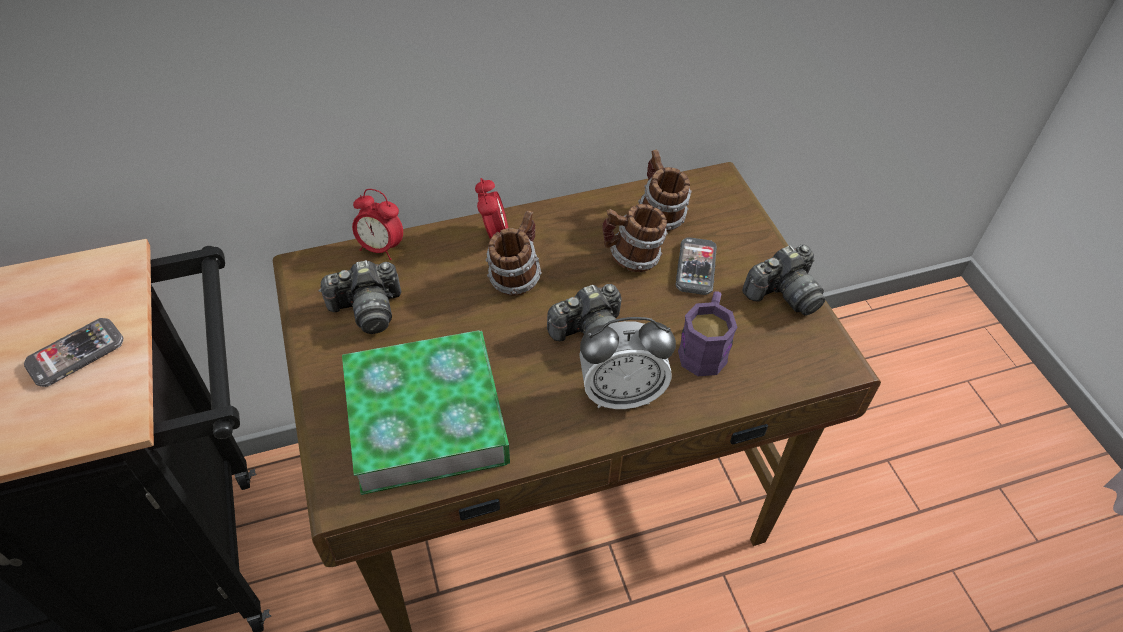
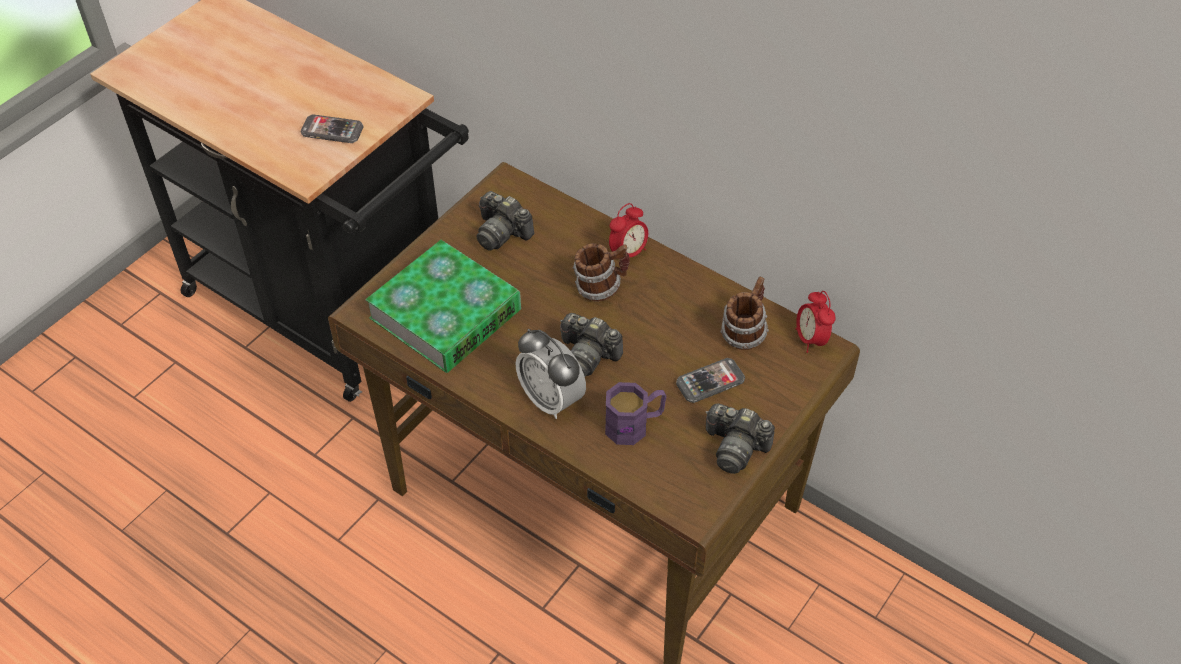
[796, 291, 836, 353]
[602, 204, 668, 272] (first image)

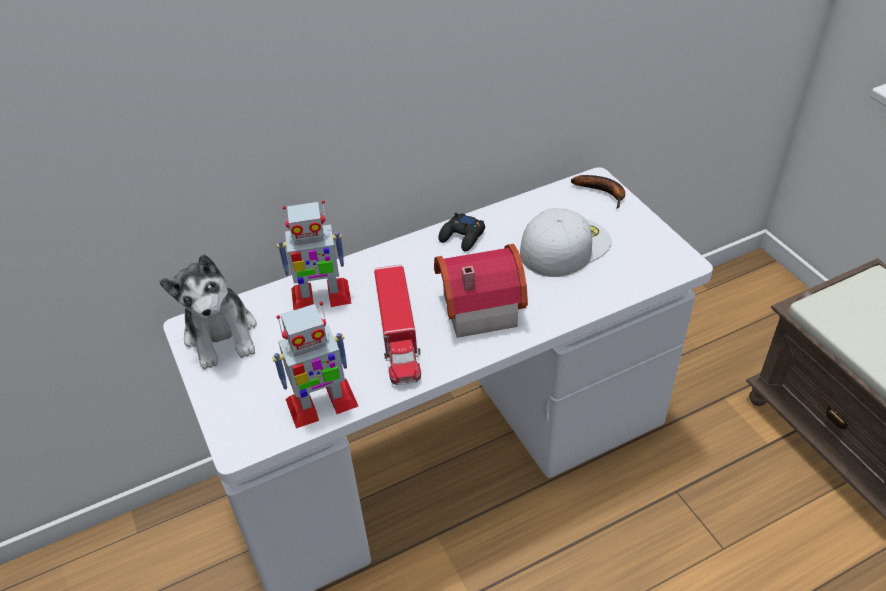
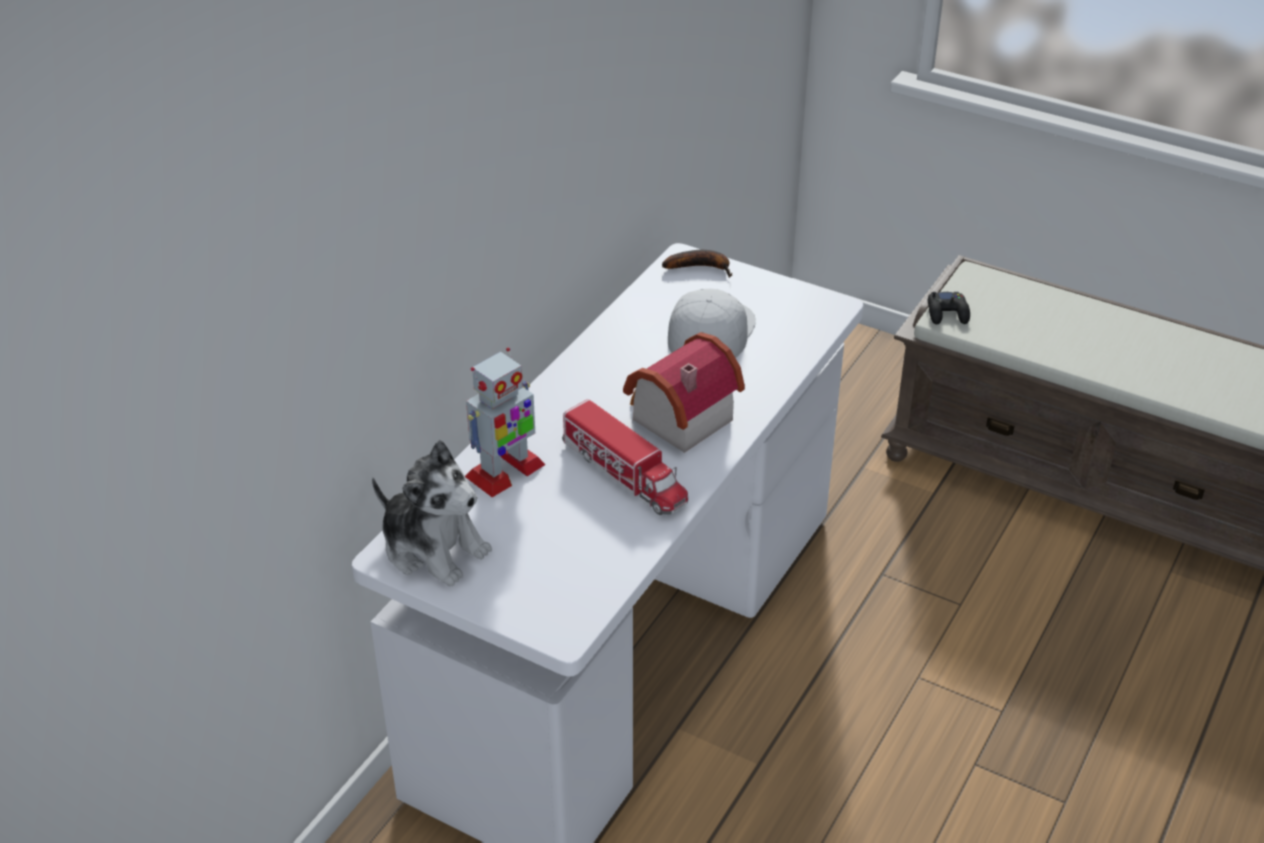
[928, 292, 970, 325]
[272, 302, 359, 428] (first image)

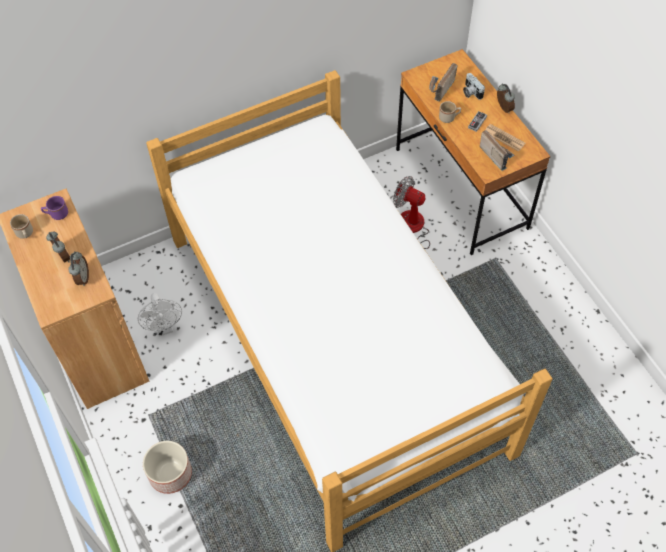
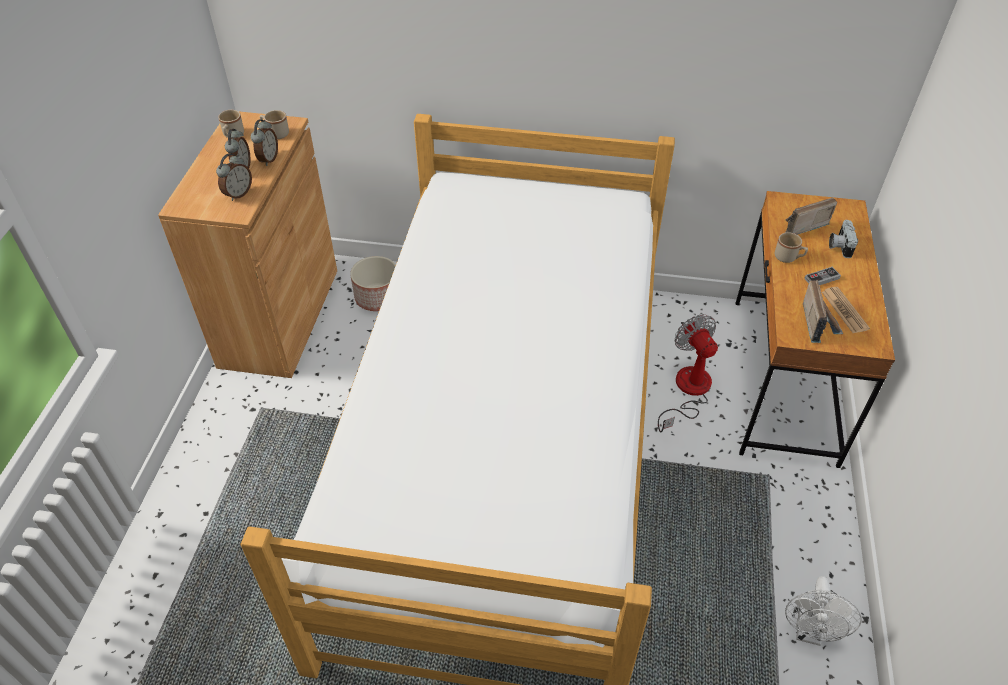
[251, 120, 278, 166]
[260, 110, 289, 139]
[350, 256, 396, 311]
[785, 576, 862, 646]

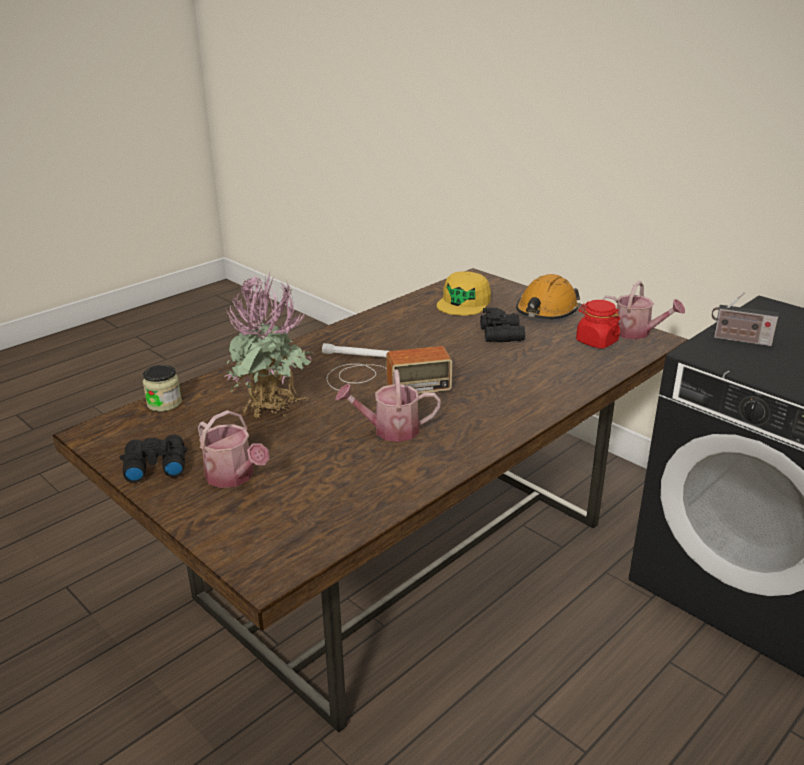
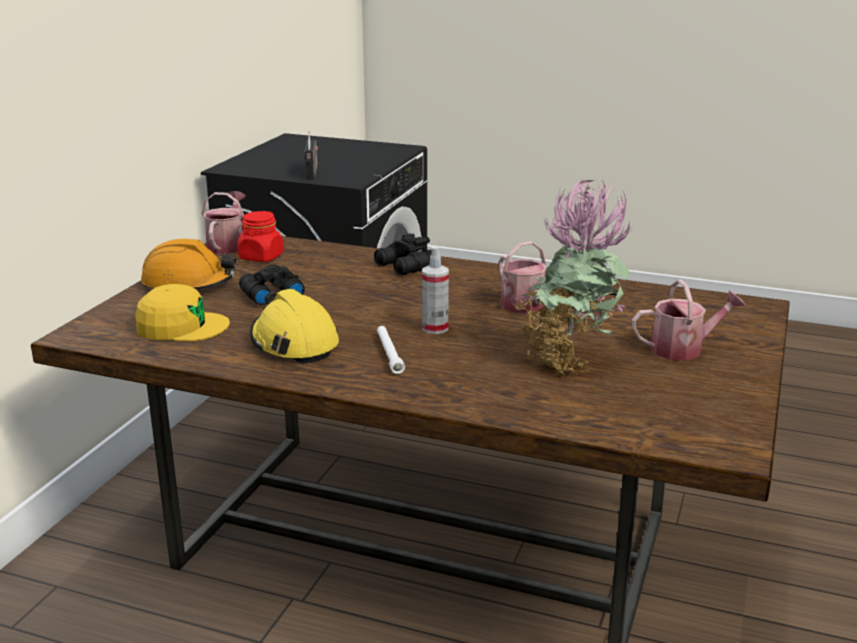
[250, 289, 339, 364]
[374, 233, 431, 275]
[422, 246, 449, 334]
[632, 279, 746, 361]
[143, 365, 182, 412] (first image)

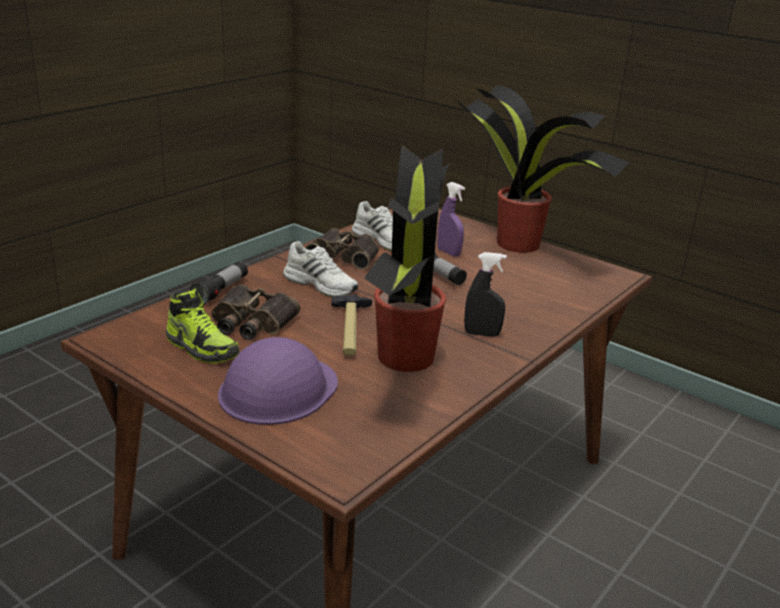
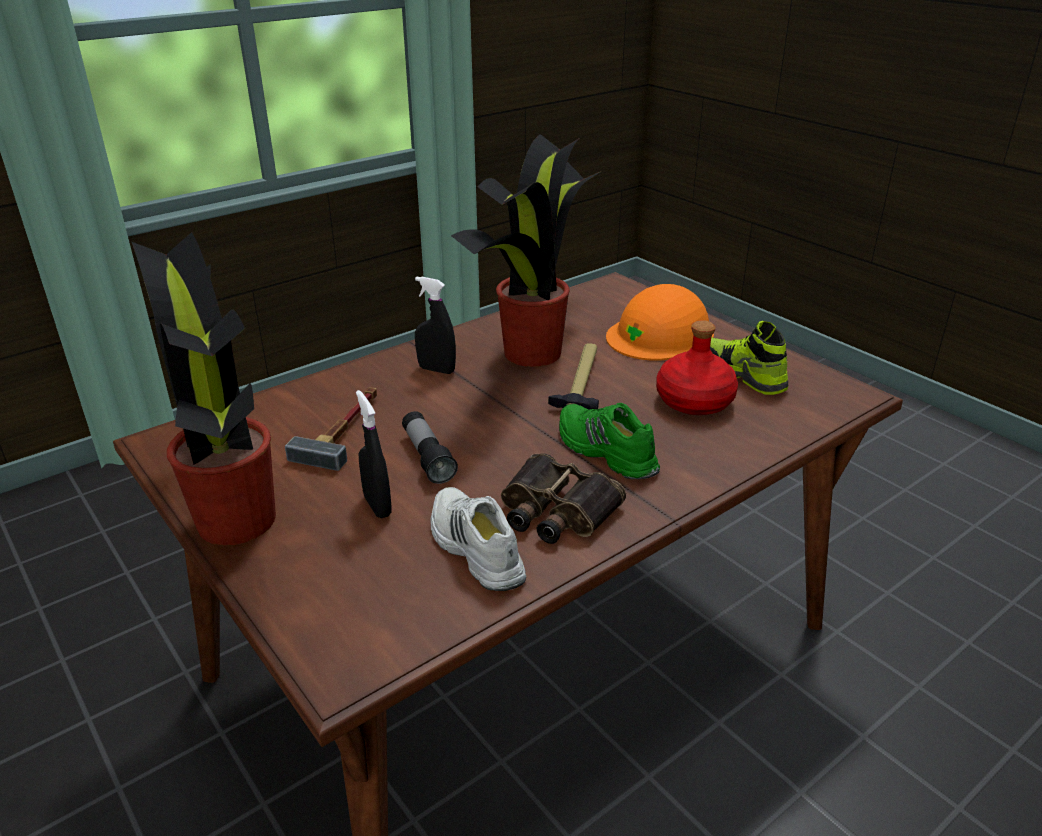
[285, 387, 377, 471]
[356, 390, 392, 518]
[559, 403, 660, 479]
[606, 284, 714, 361]
[656, 320, 738, 415]
[190, 261, 248, 305] (first image)

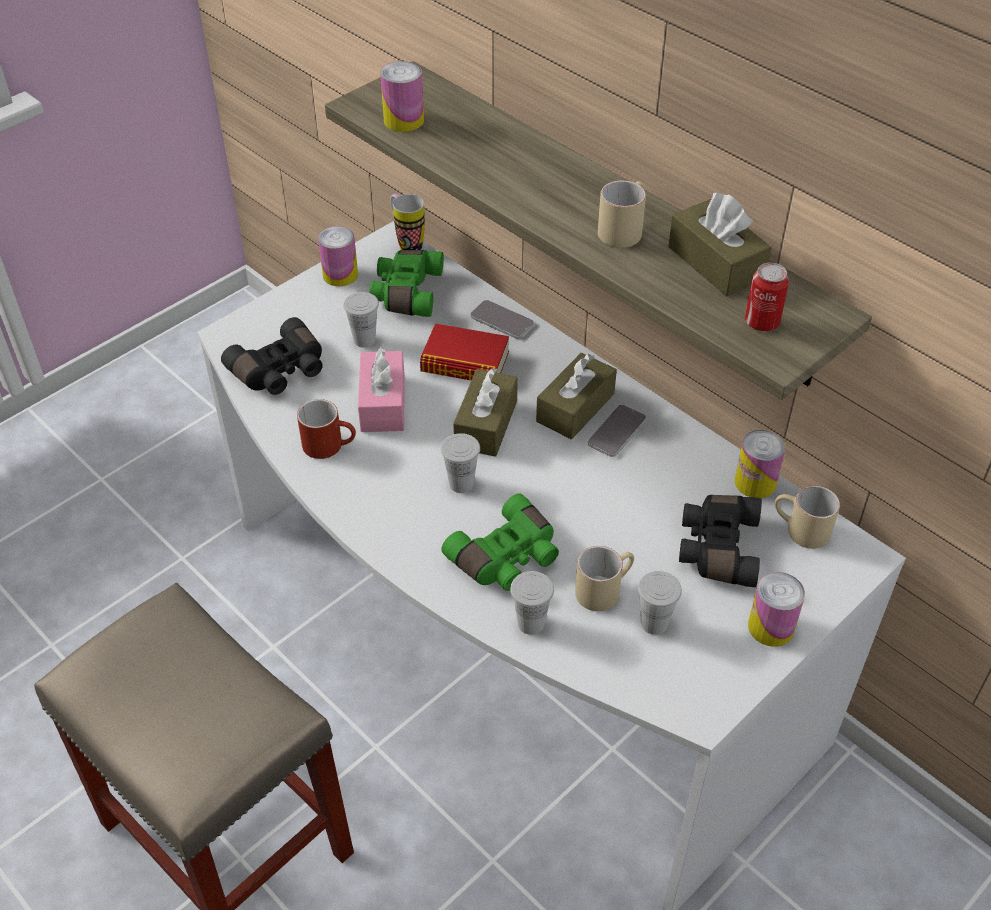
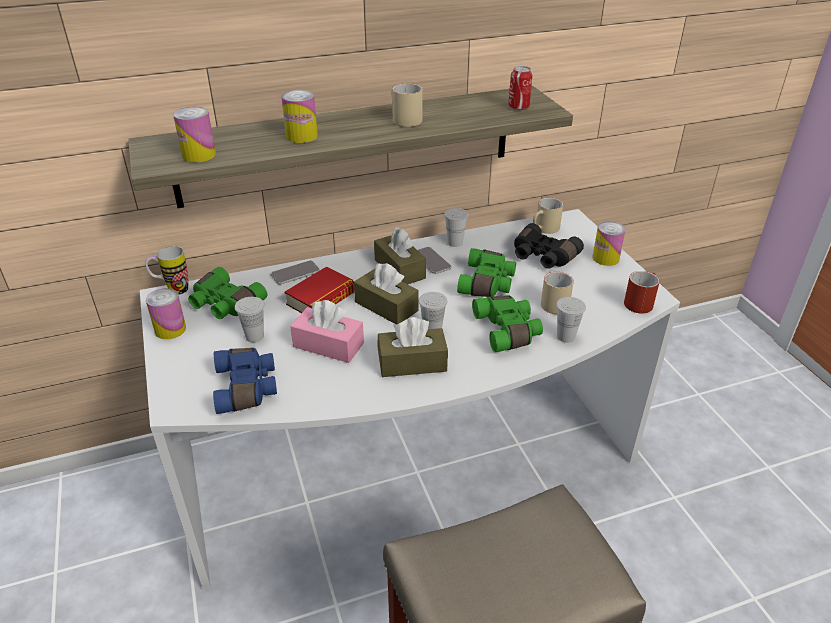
[213, 348, 277, 414]
[281, 90, 318, 143]
[378, 317, 448, 377]
[444, 208, 468, 247]
[457, 248, 516, 297]
[624, 271, 660, 313]

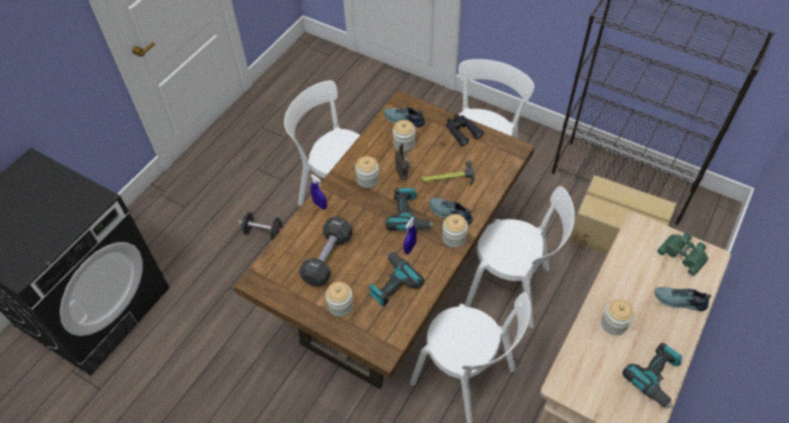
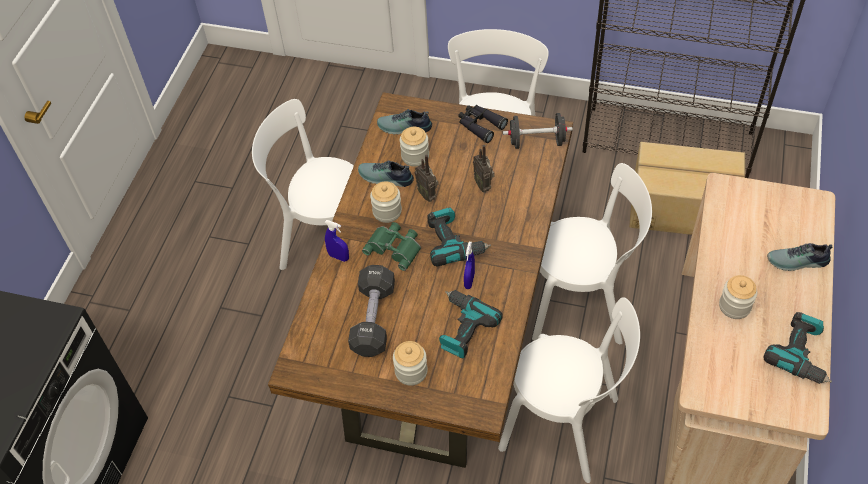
[358, 160, 414, 187]
[362, 222, 421, 271]
[473, 145, 494, 192]
[503, 113, 572, 149]
[442, 214, 468, 248] (first image)

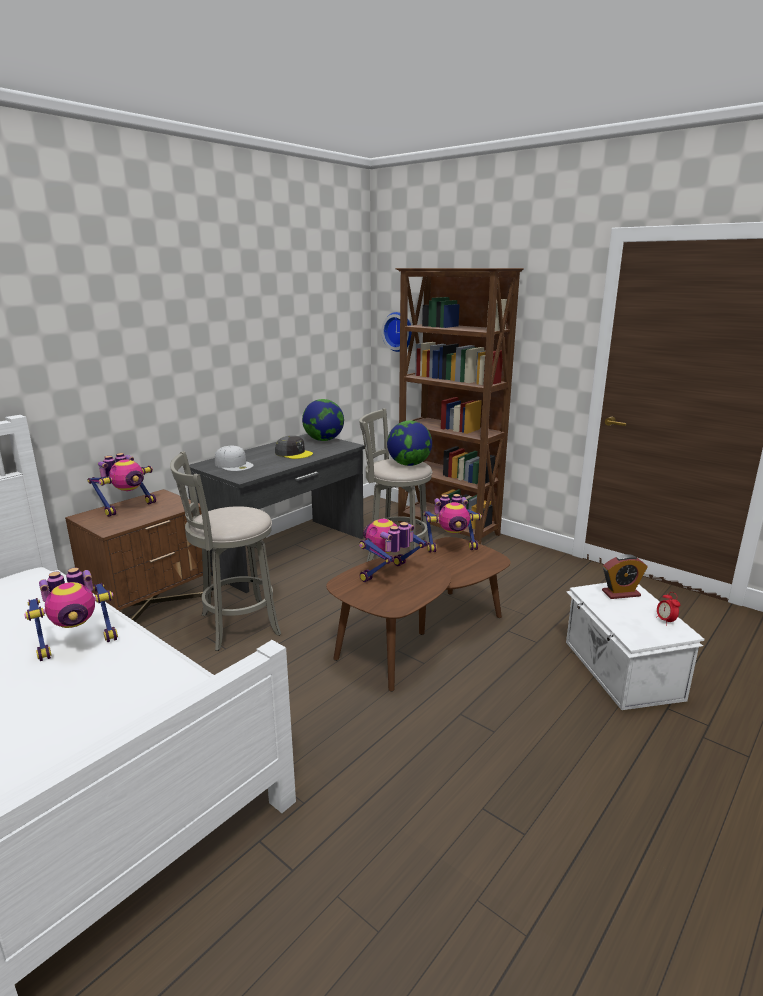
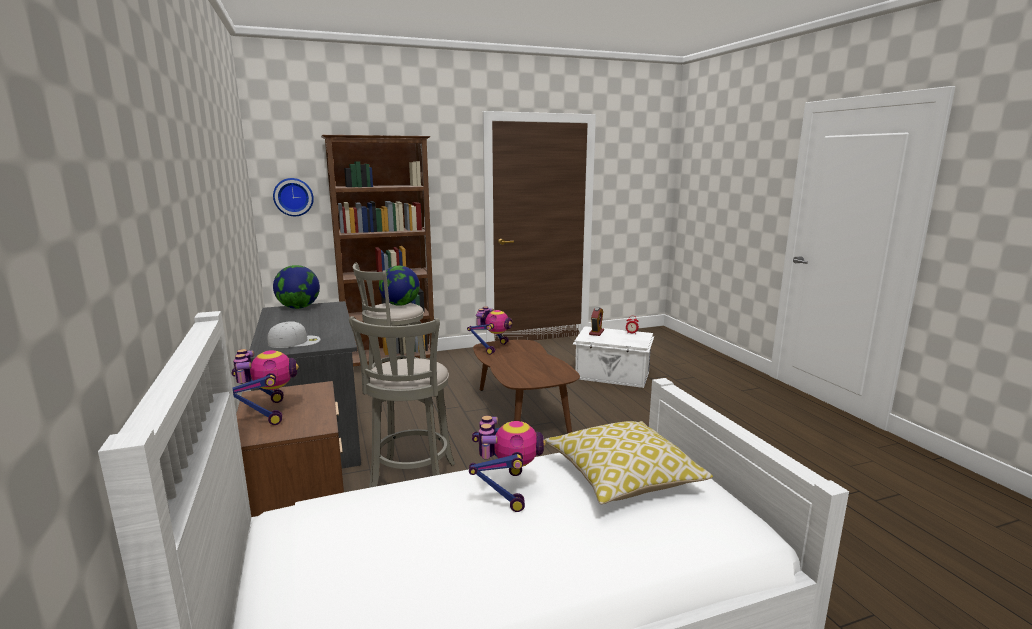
[544, 421, 713, 504]
[275, 436, 313, 459] (first image)
[359, 519, 428, 582] (first image)

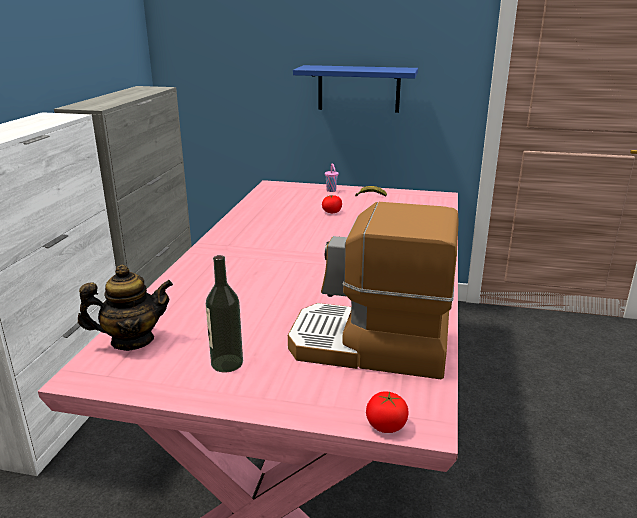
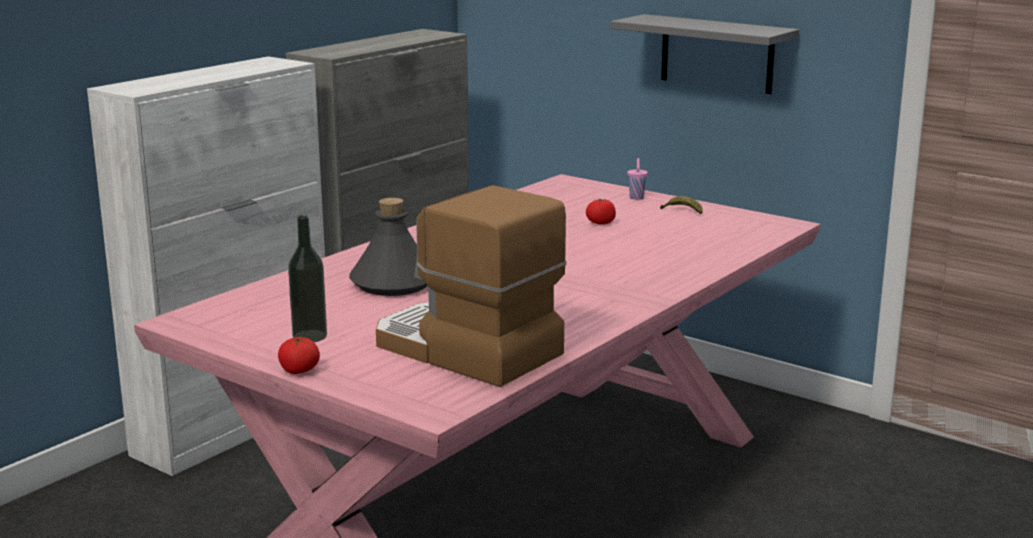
[278, 337, 320, 374]
[349, 198, 428, 296]
[611, 14, 799, 94]
[78, 264, 173, 351] (first image)

